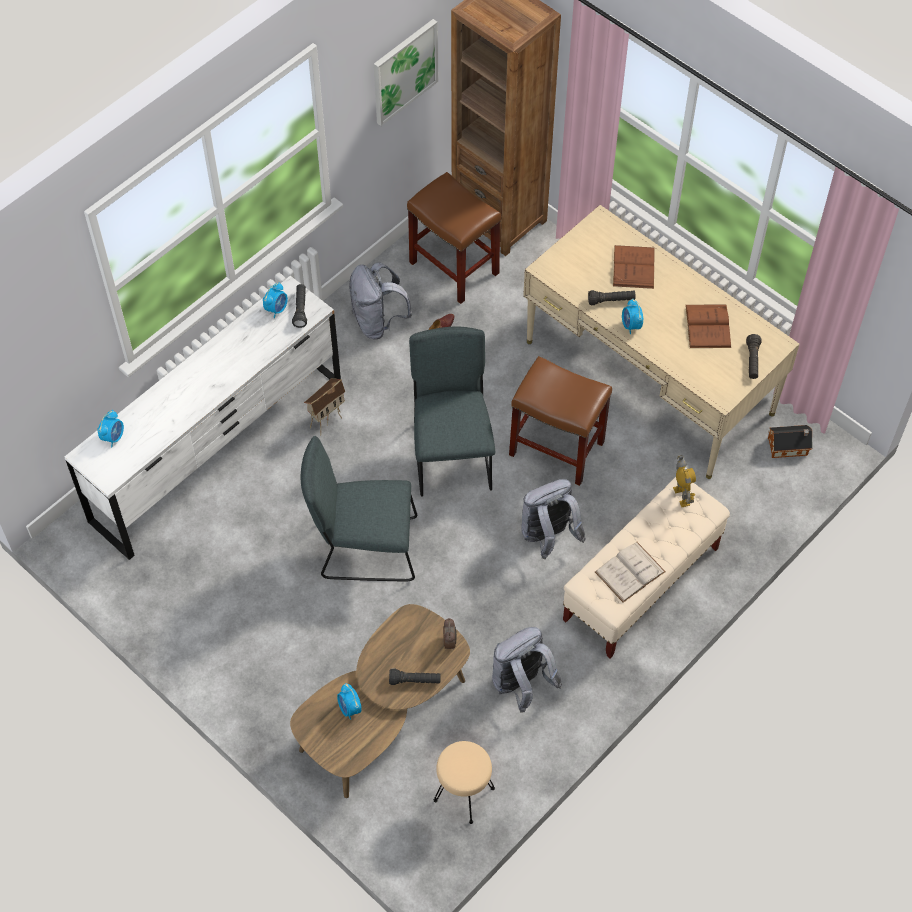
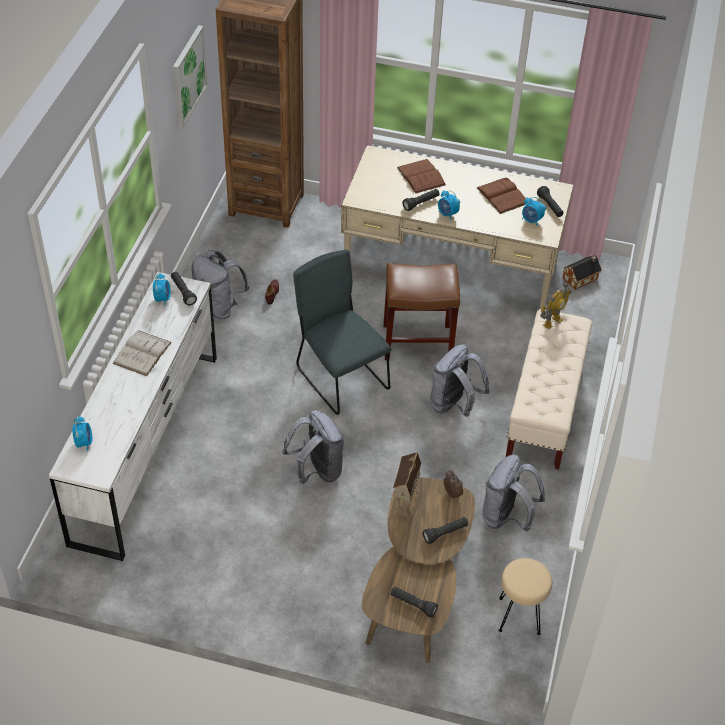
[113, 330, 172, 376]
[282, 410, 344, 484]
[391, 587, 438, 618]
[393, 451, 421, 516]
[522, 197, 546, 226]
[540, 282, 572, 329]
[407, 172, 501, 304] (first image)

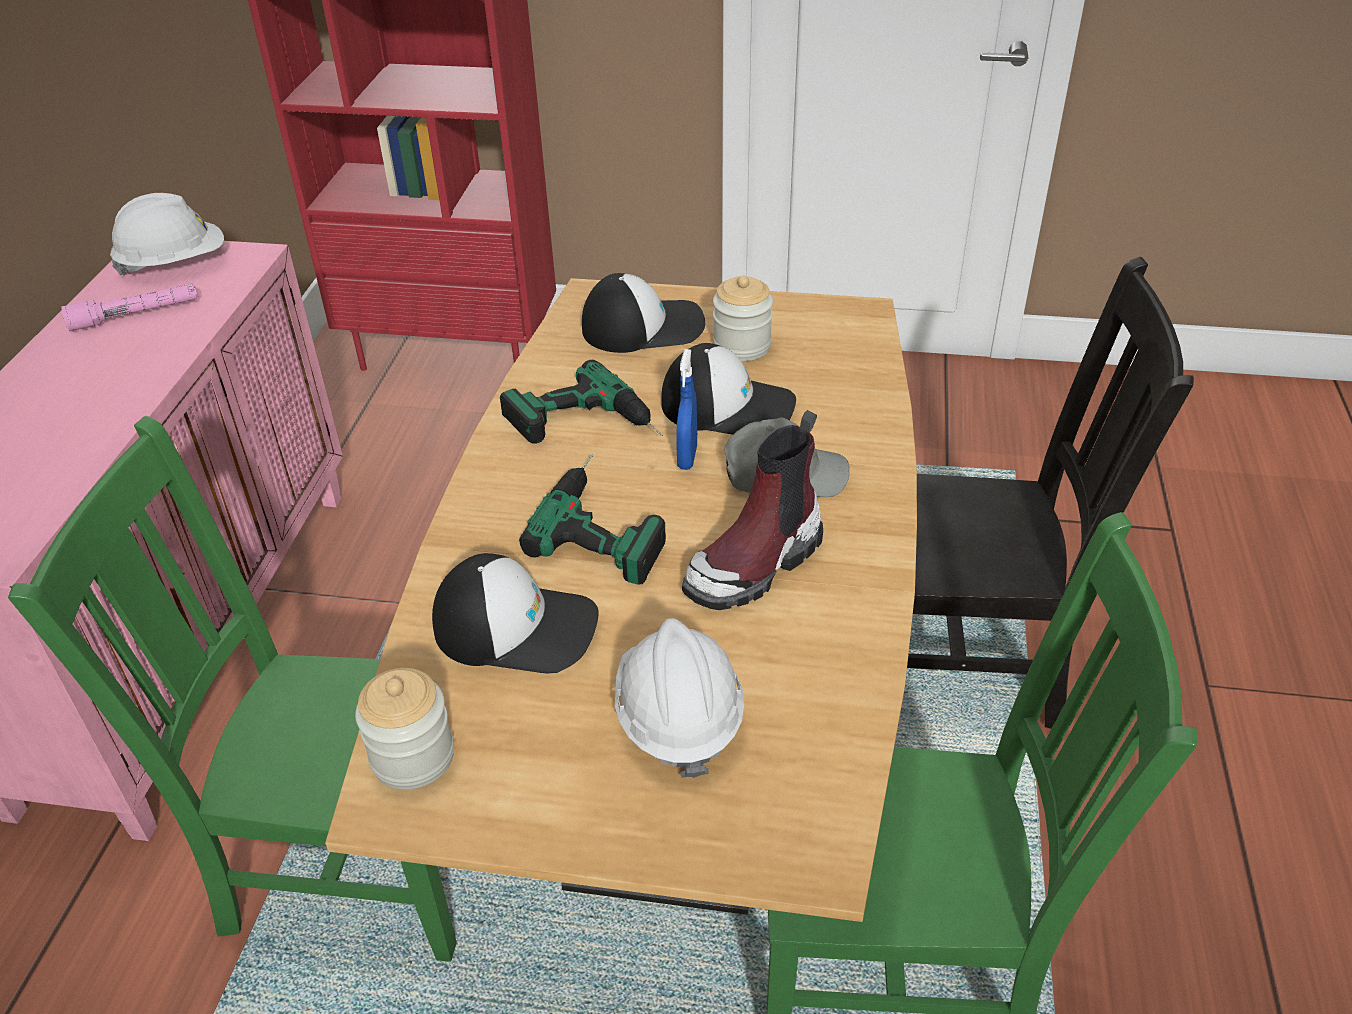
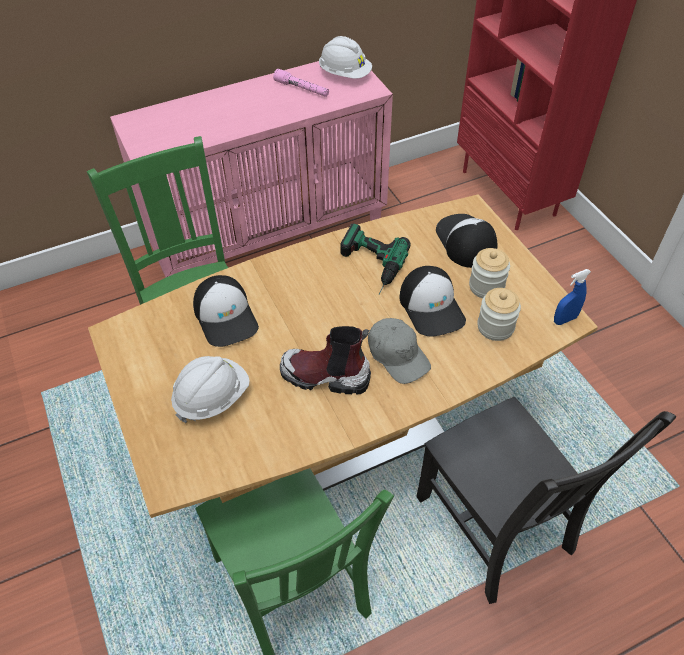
[436, 214, 497, 268]
[477, 288, 521, 341]
[554, 269, 591, 325]
[519, 454, 666, 585] (first image)

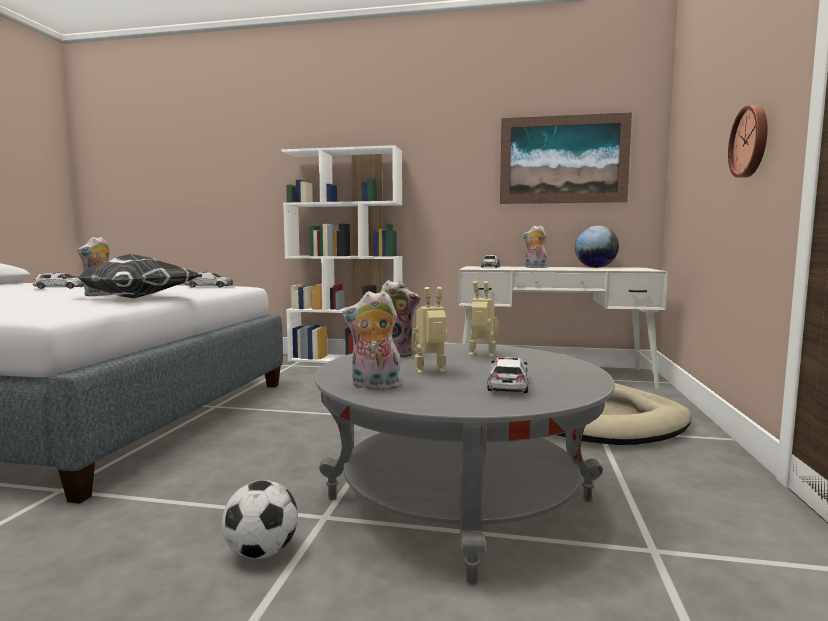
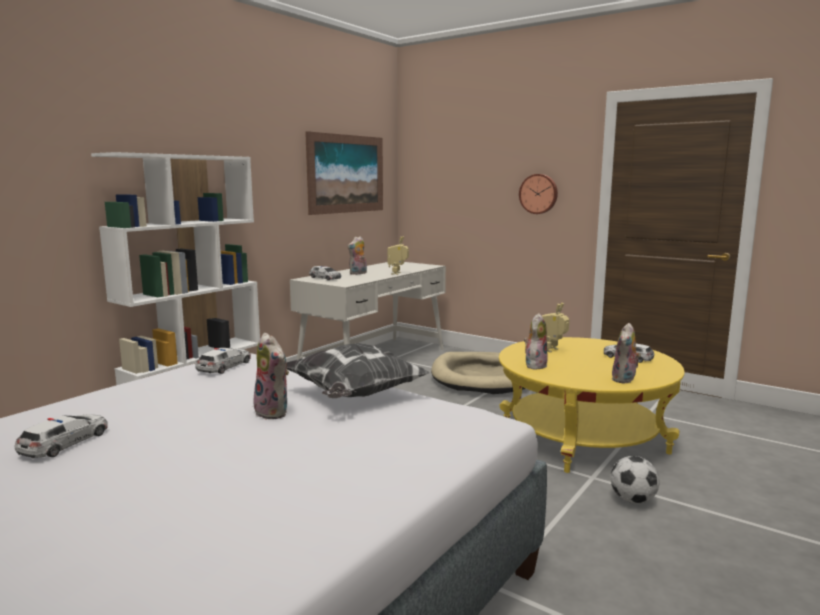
[387, 236, 409, 275]
[499, 337, 685, 473]
[575, 226, 619, 268] (first image)

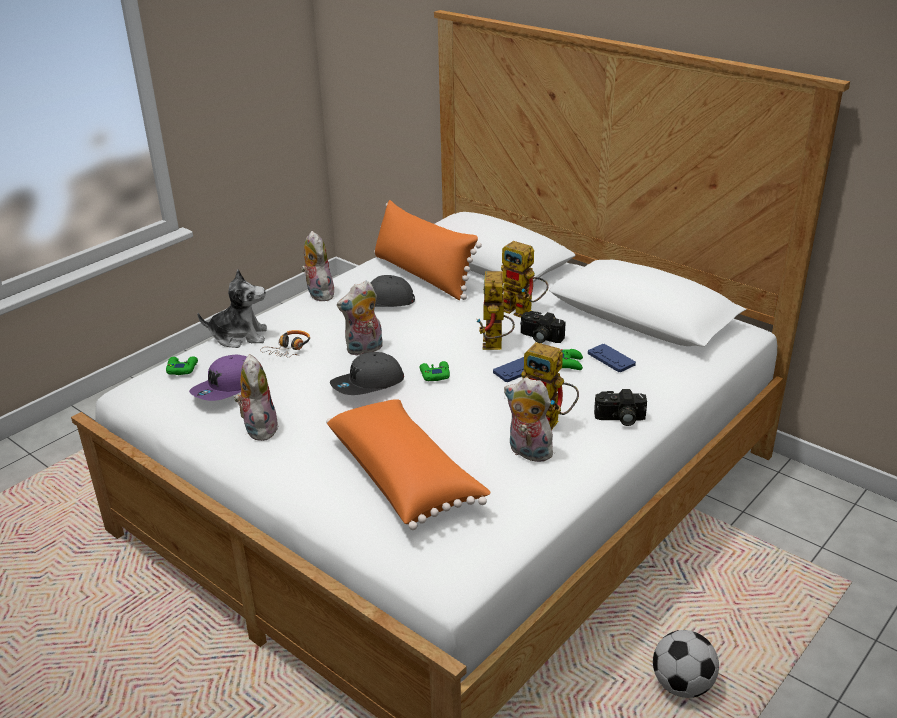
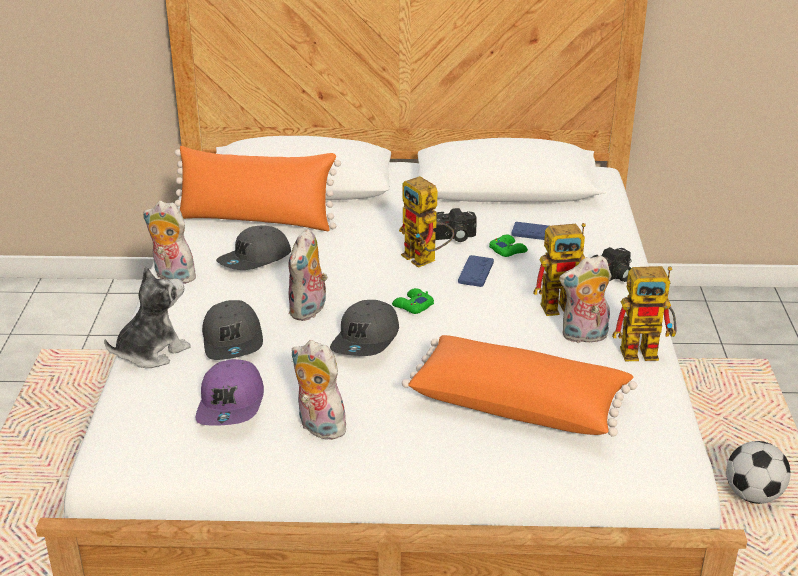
[202, 300, 263, 360]
[612, 266, 677, 361]
[166, 356, 198, 375] (first image)

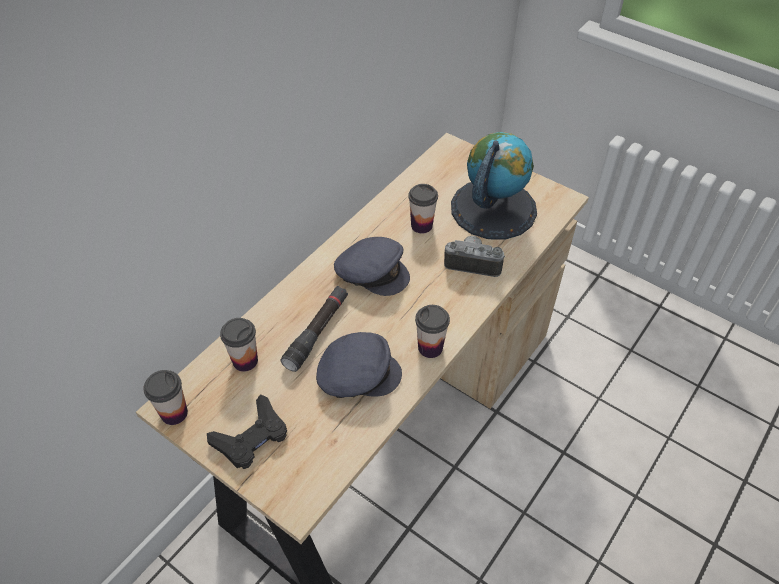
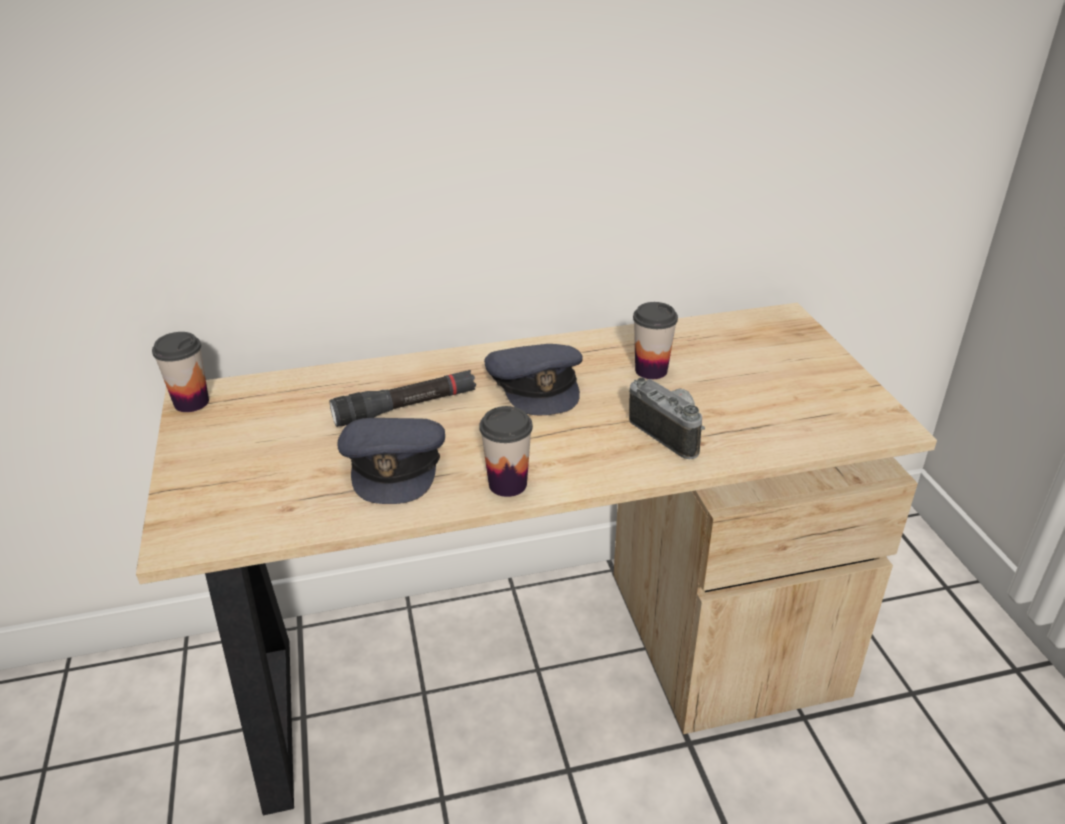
[337, 418, 445, 504]
[207, 394, 287, 469] (first image)
[220, 318, 258, 372] (first image)
[451, 132, 537, 240] (first image)

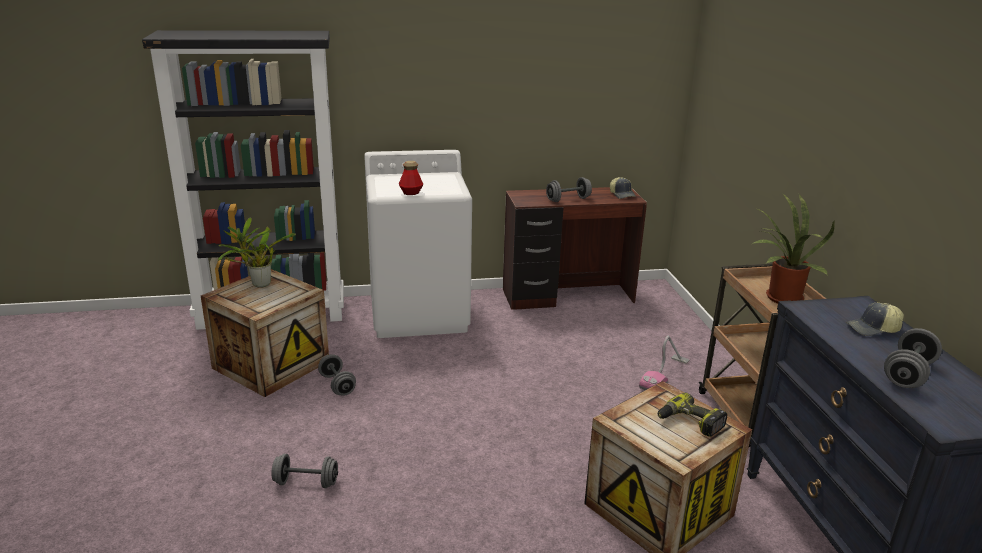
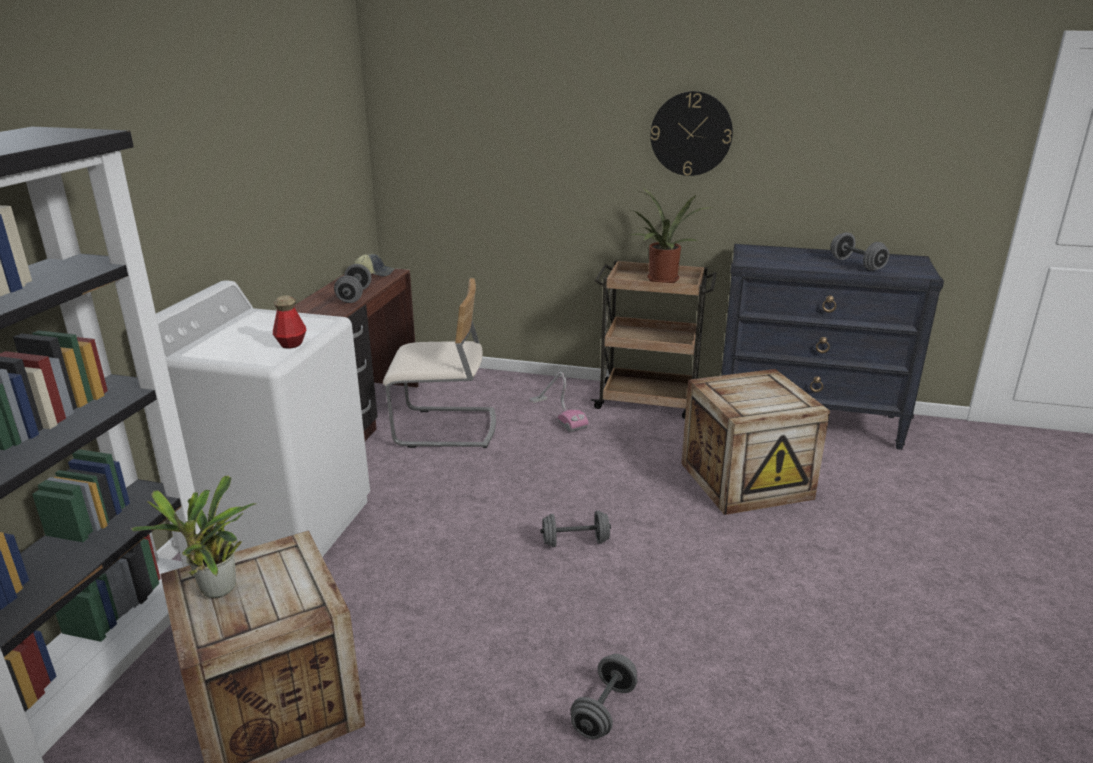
[383, 278, 496, 448]
[541, 511, 611, 547]
[650, 91, 733, 176]
[658, 392, 727, 437] (first image)
[846, 303, 904, 336] (first image)

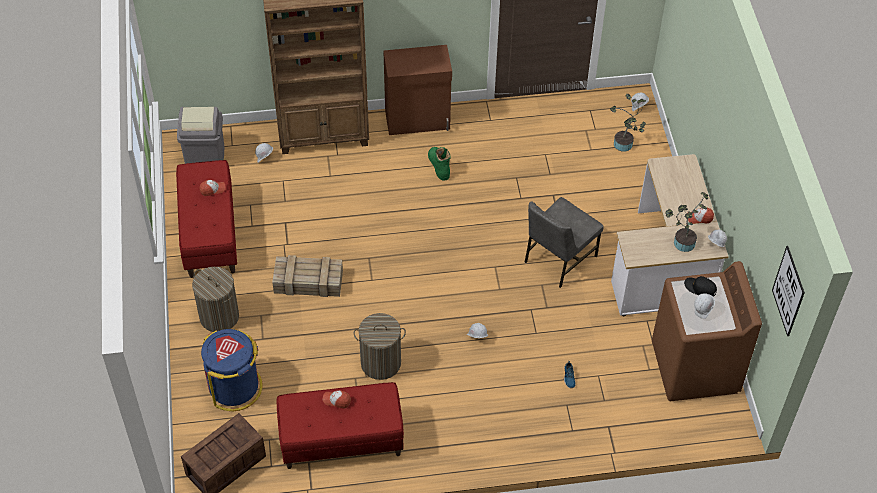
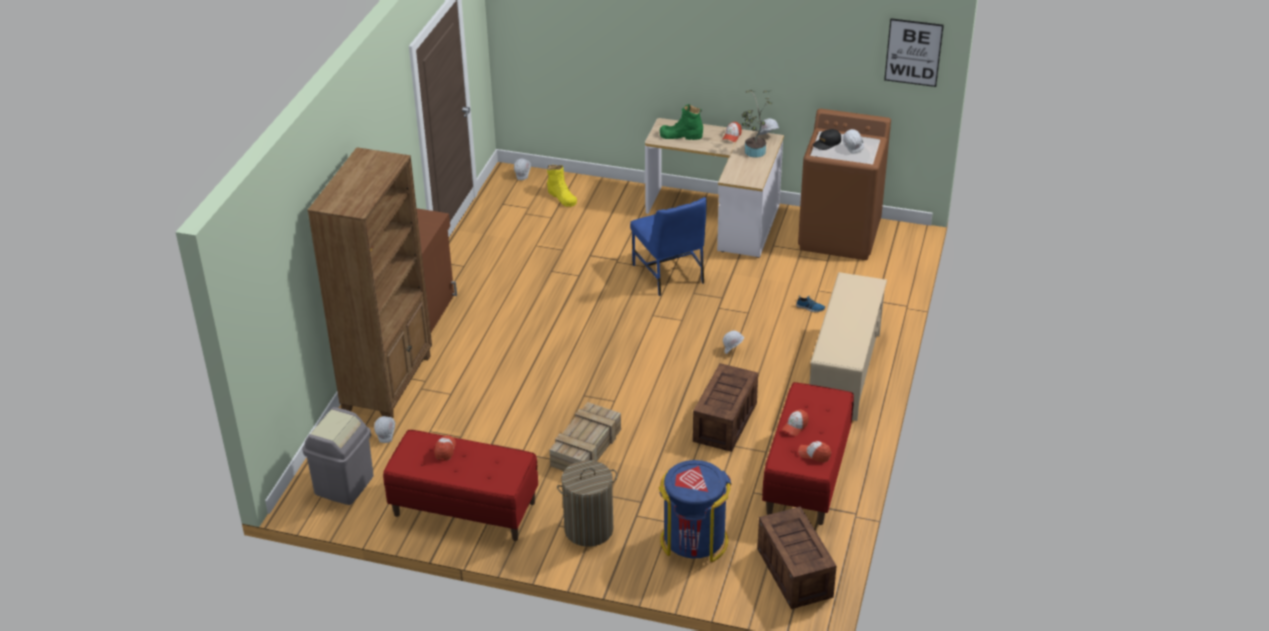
[547, 165, 577, 207]
[630, 197, 707, 296]
[660, 104, 703, 140]
[693, 363, 758, 452]
[798, 441, 831, 462]
[810, 272, 887, 421]

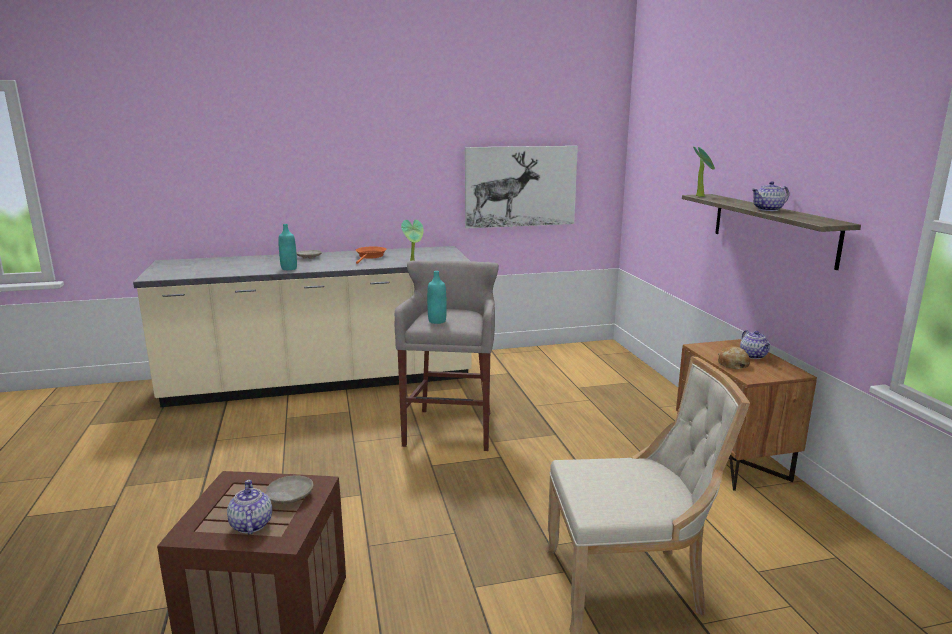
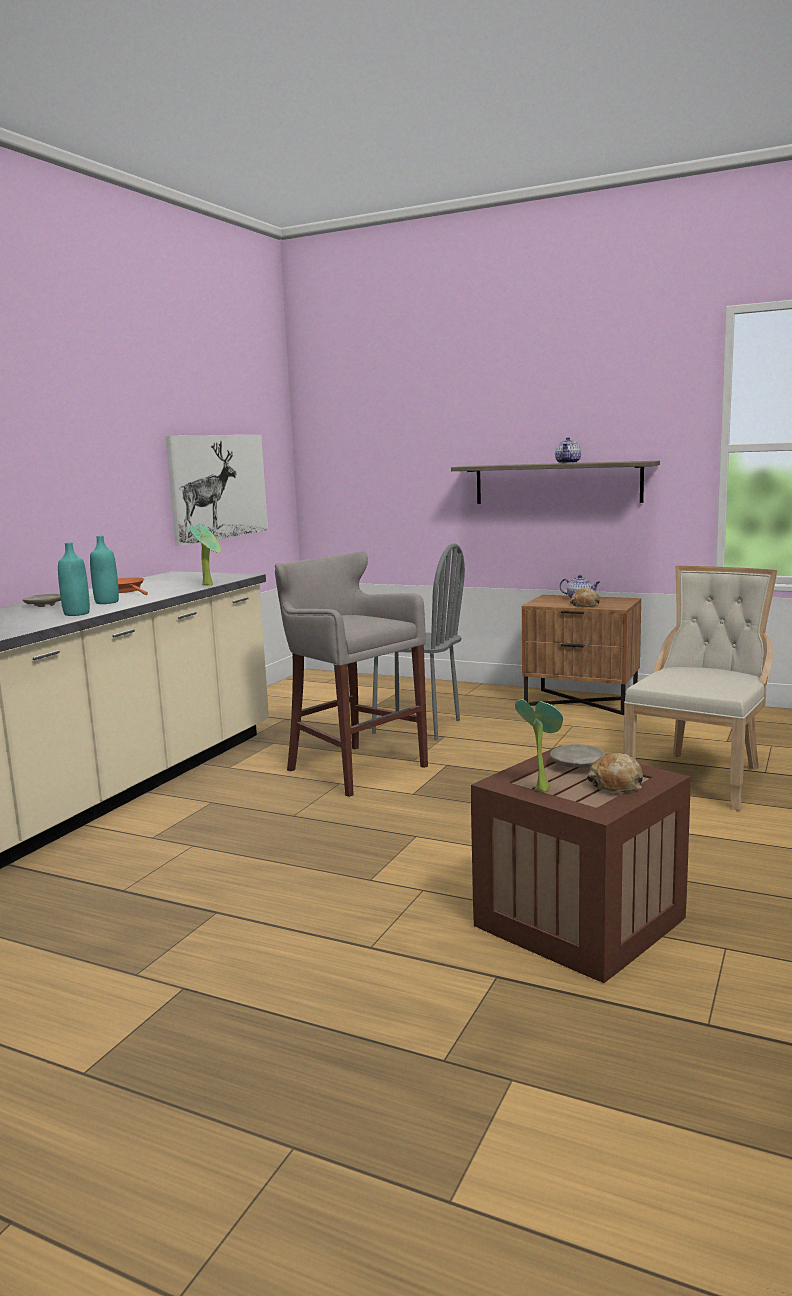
[90, 536, 119, 604]
[372, 543, 465, 740]
[515, 699, 563, 792]
[587, 753, 643, 792]

